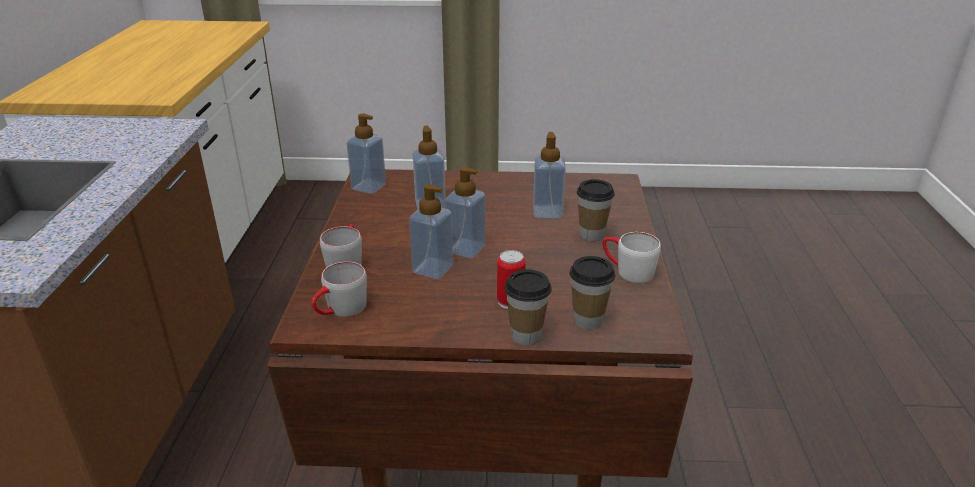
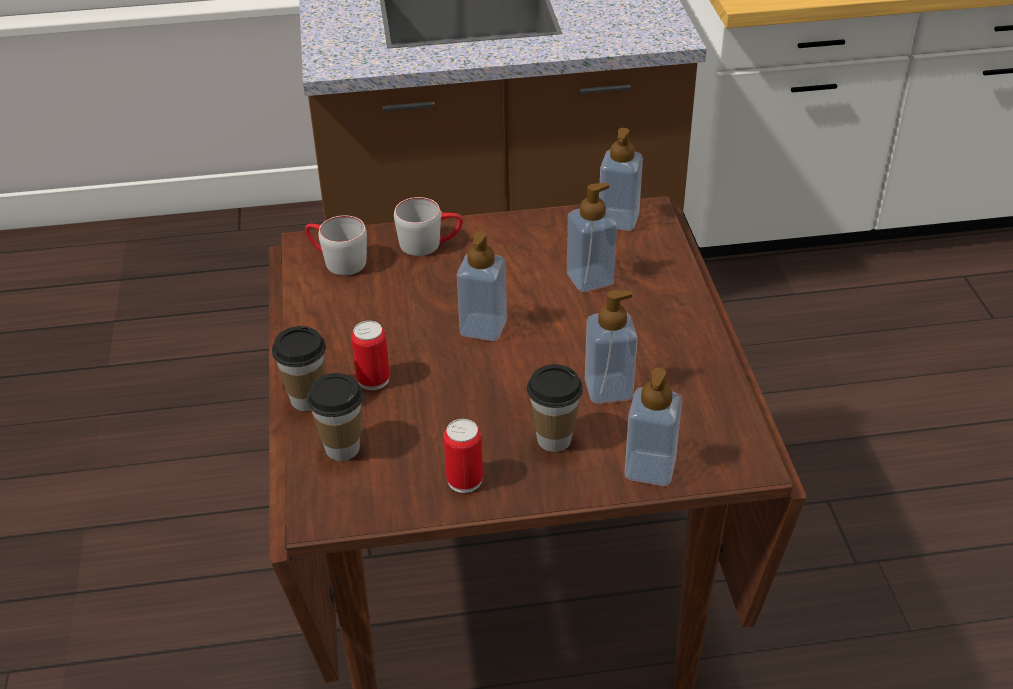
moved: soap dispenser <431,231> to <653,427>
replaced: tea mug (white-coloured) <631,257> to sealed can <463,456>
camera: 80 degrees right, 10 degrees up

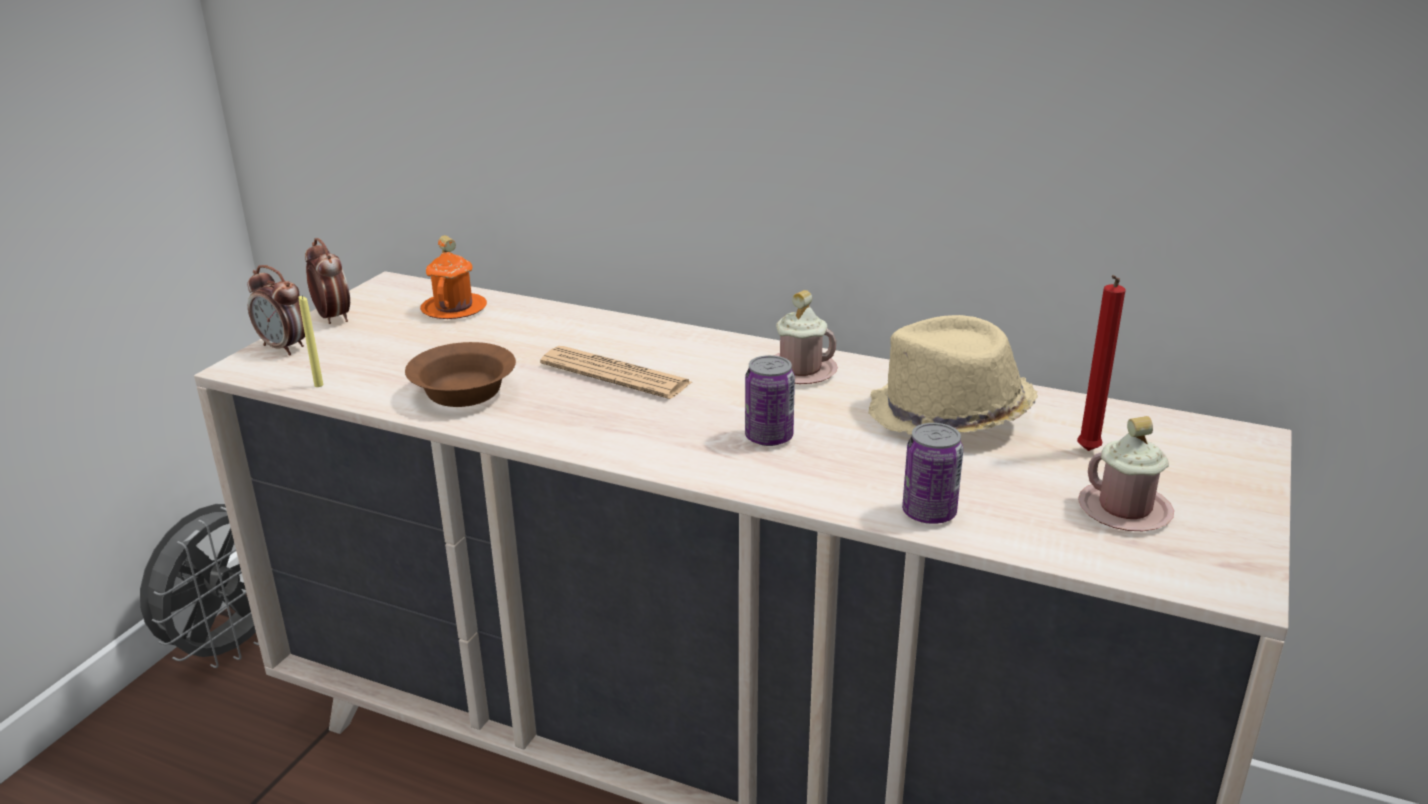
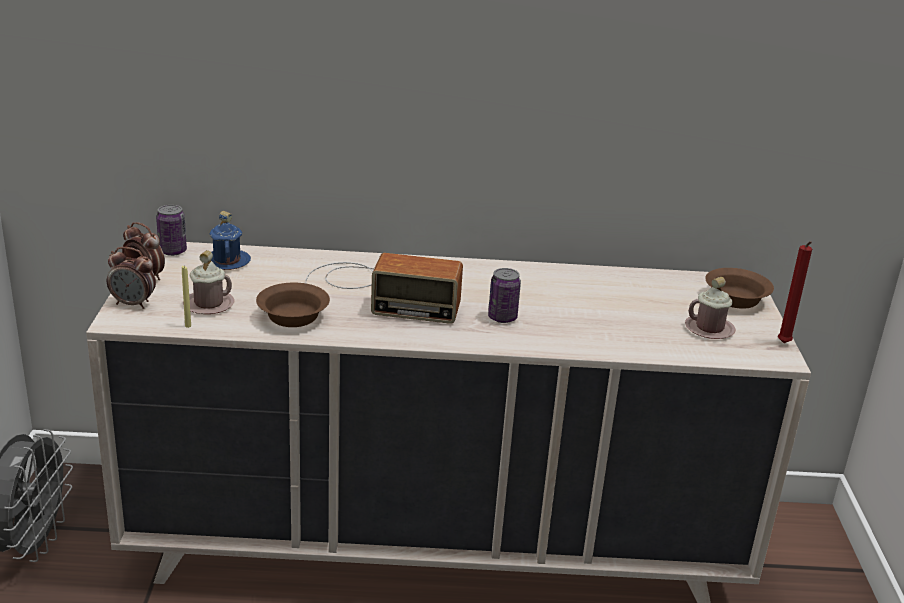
removed: hat (beige) <953,375>
added: deep dish (brown-coloured) <739,288>
moved: tea mug (pink) <805,337> to <208,282>; sealed can <932,473> to <171,230>; candle (reddish) <1101,363> to <795,292>
replaced: newspaper <616,372> to radio <384,288>
recoloured: tea mug (orange-coloured) <453,277> to tea mug (blue-coloured) <230,240>
camera: 25 degrees left, 0 degrees up

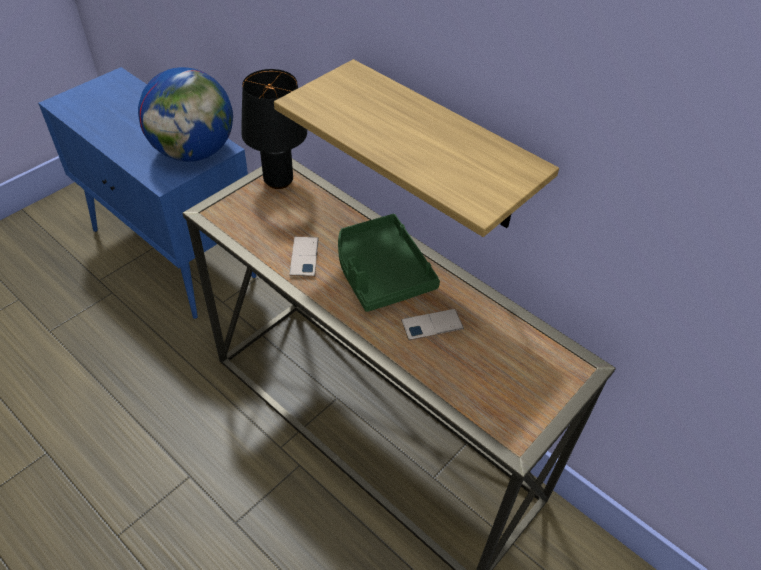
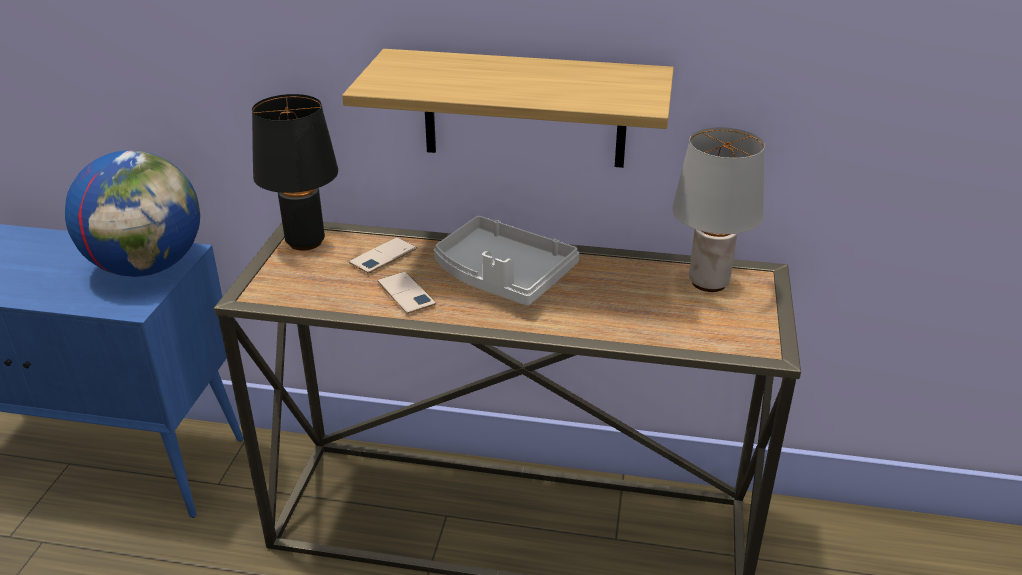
added: table lamp (grey) <718,209>
moved: telephone <432,325> to <383,255>
recoloured: serving tray (green) <389,263> to serving tray (grey) <507,261>
camera: 30 degrees left, 15 degrees down

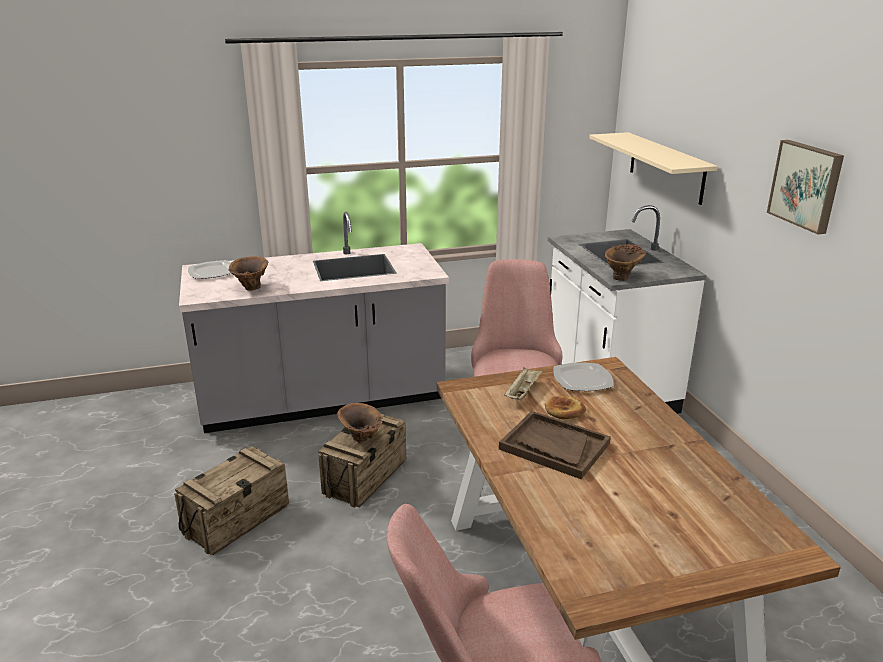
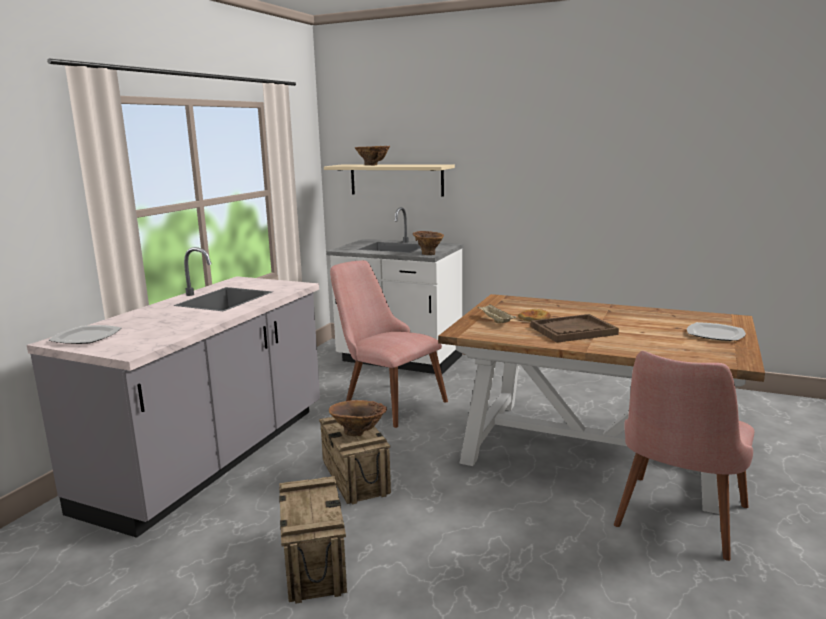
removed: picture <805,187>
moved: flower vase (brown-coloured) <248,273> to <372,155>; plate <584,376> to <716,331>
camera: 50 degrees left, 10 degrees down

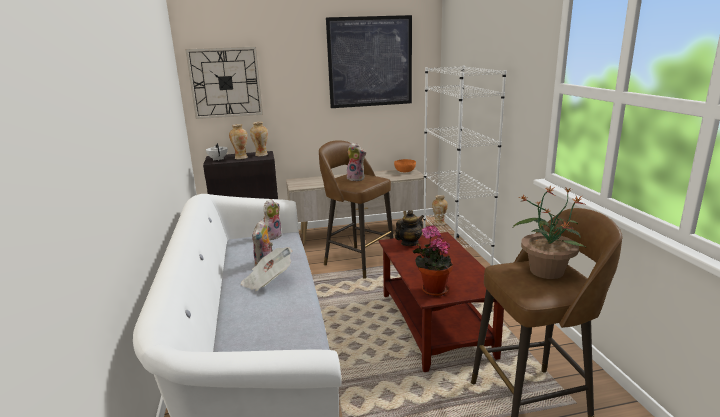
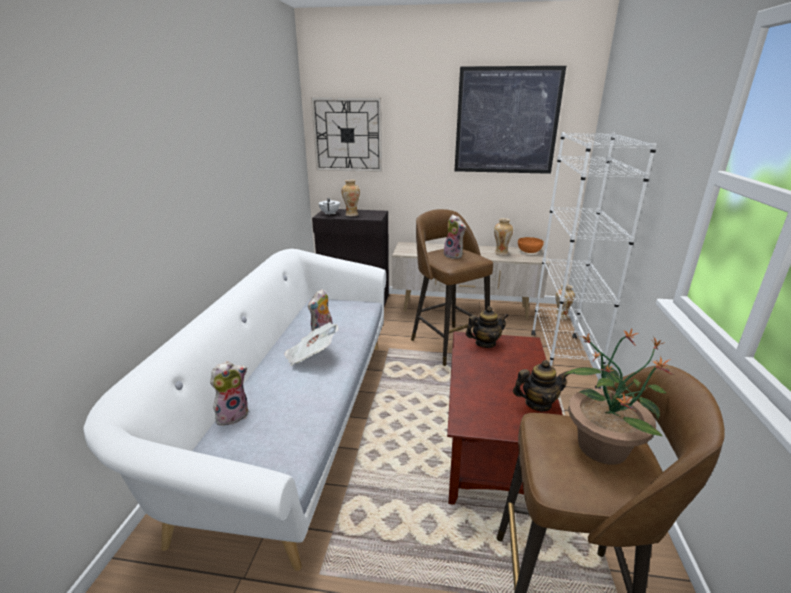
removed: houseplant <433,261>
added: teapot <541,386>
moved: flower vase <259,139> to <503,237>; plush toy <272,219> to <229,393>
camera: 20 degrees right, 5 degrees up

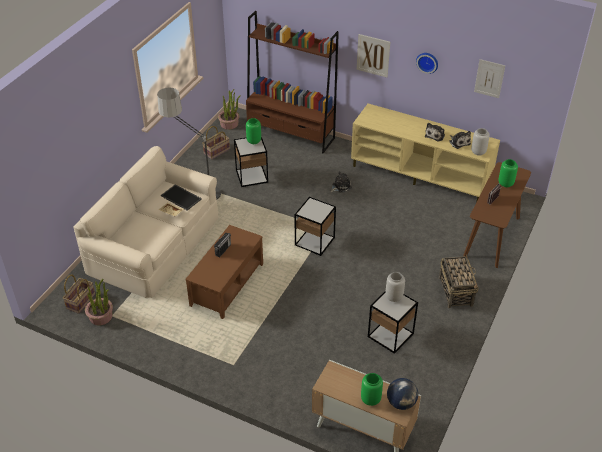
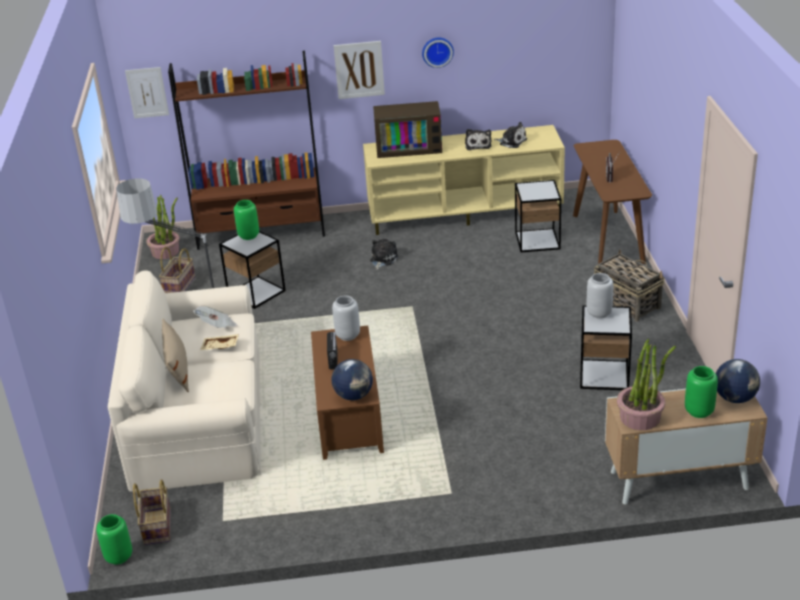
added: cushion (beige) <175,355>; world globe <352,379>; TV <407,129>
moved: houseplant <99,302> to <646,384>; accent table <315,226> to <538,216>; flower vase (grey) <480,142> to <346,318>; picture <489,78> to <147,93>; flower vase (green) <508,173> to <114,539>
replaced: serving tray <181,197> to newspaper <215,317>
camera: 30 degrees left, 10 degrees down

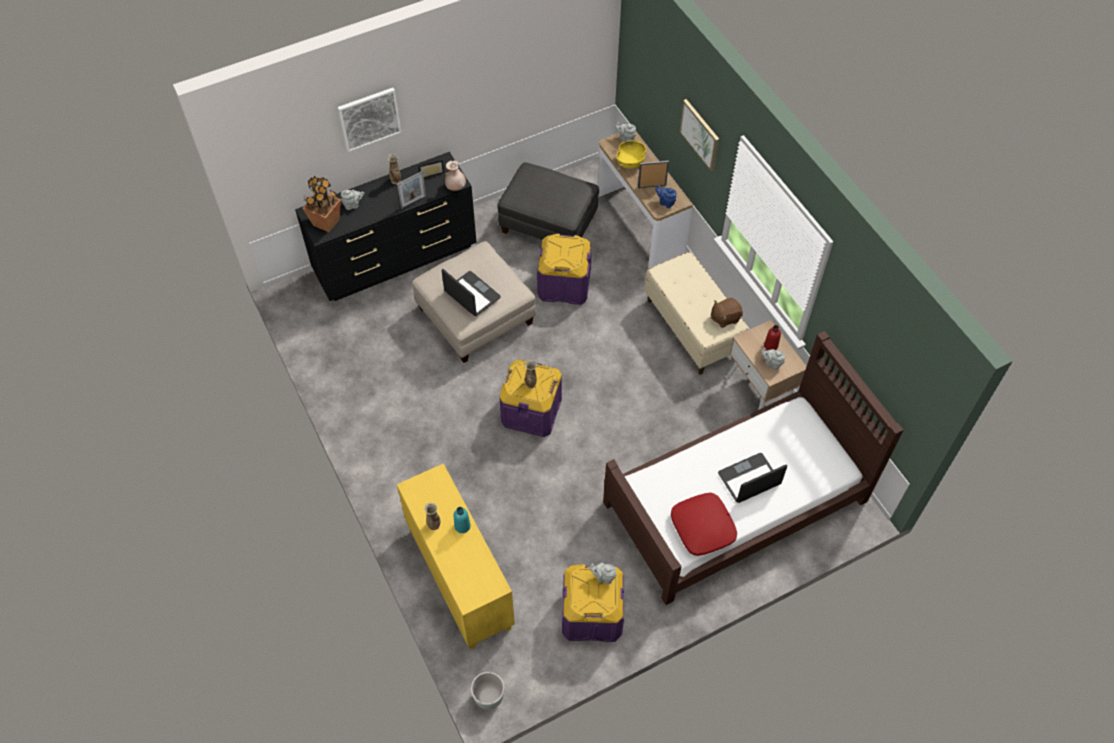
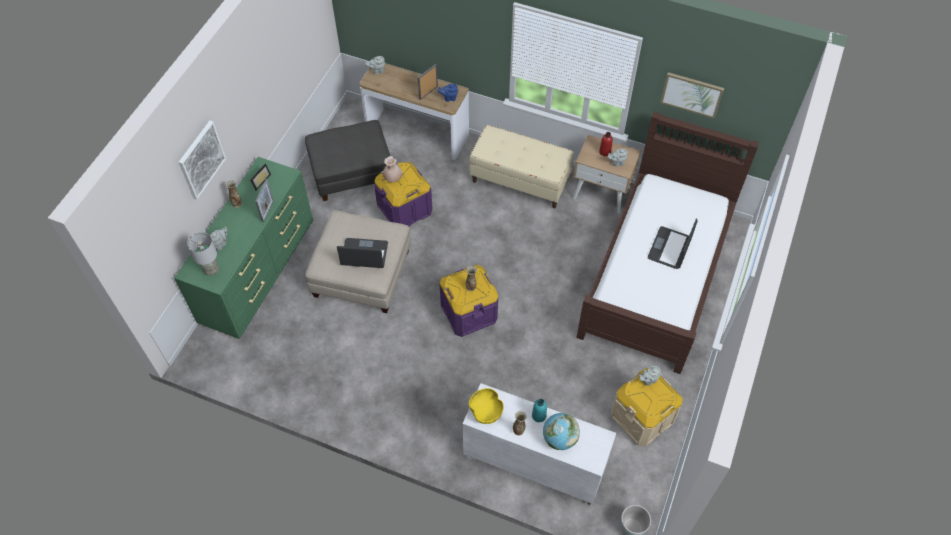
removed: cushion (reddish) <704,524>; plush toy (brown-coloured) <726,313>
added: world globe <561,431>
moved: flower vase (beige) <455,175> to <392,169>; deep dish (yellow-coloured) <631,155> to <486,406>; picture <699,135> to <692,95>
replaced: houseplant <321,204> to table lamp (grey) <203,254>
recoloured: drawer chest (blackish) <386,226> to drawer chest (green) <243,248>; cupboard (yellow-coloured) <456,556> to cupboard (white-coloured) <539,444>; storage container (purplish) <593,603> to storage container (beige) <647,407>
camera: 40 degrees left, 0 degrees up

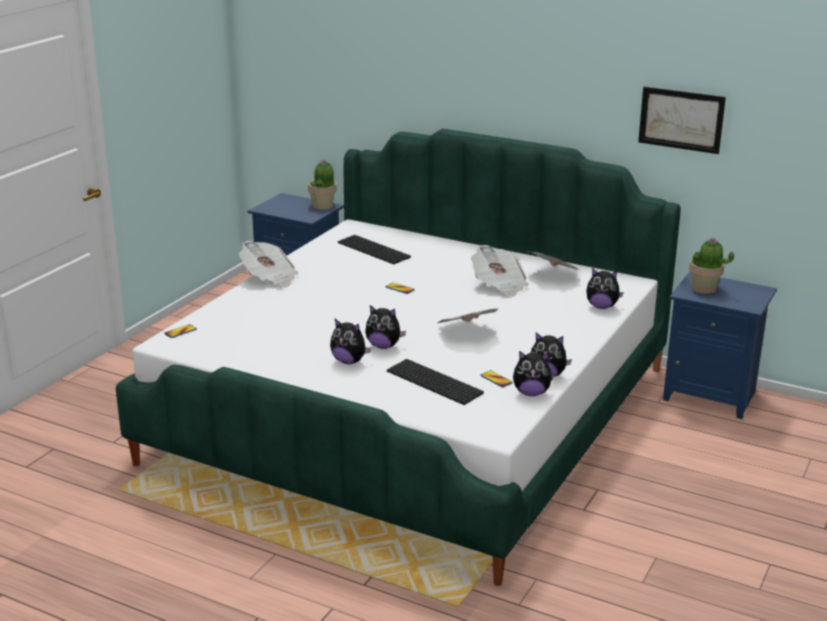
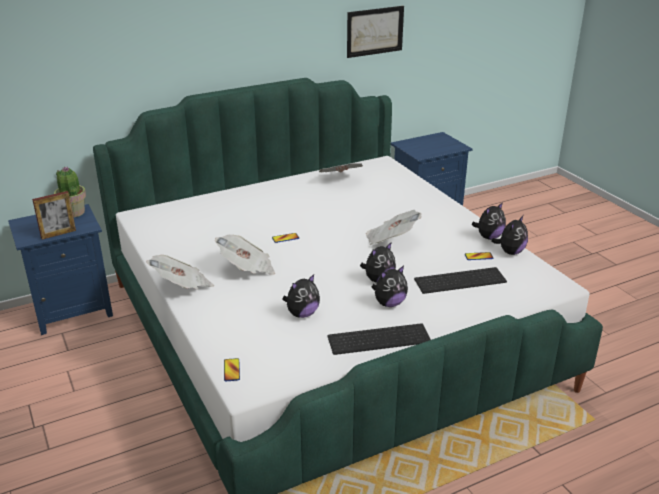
removed: houseplant <711,266>
added: standing frame <54,215>
moved: keyboard <374,249> to <379,339>; newspaper <500,271> to <245,255>; plush toy <605,288> to <301,296>
camera: 55 degrees left, 5 degrees up

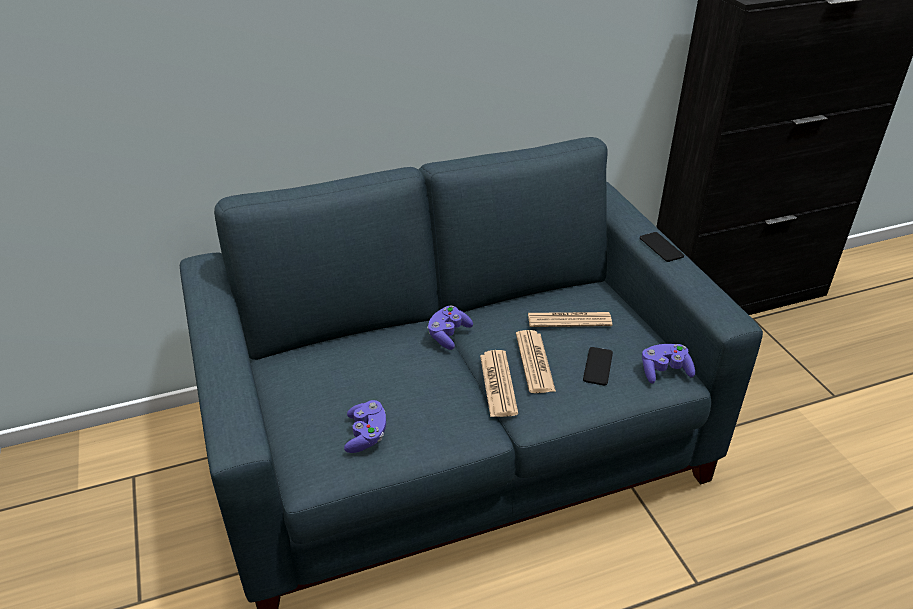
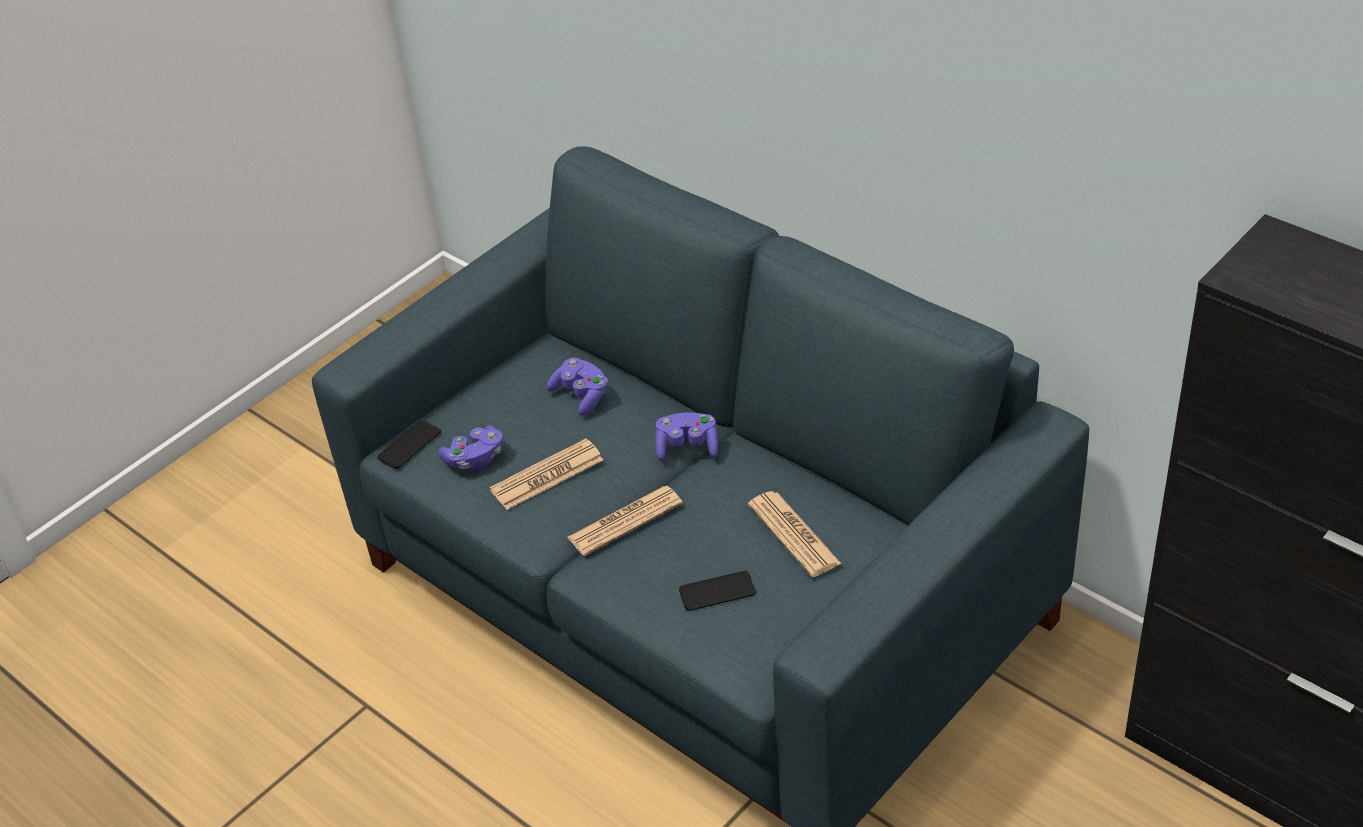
moved: newspaper <536,361> to <546,474>; telephone <662,247> to <409,444>; game controller (purplish) <668,364> to <577,387>
camera: 65 degrees right, 5 degrees up

